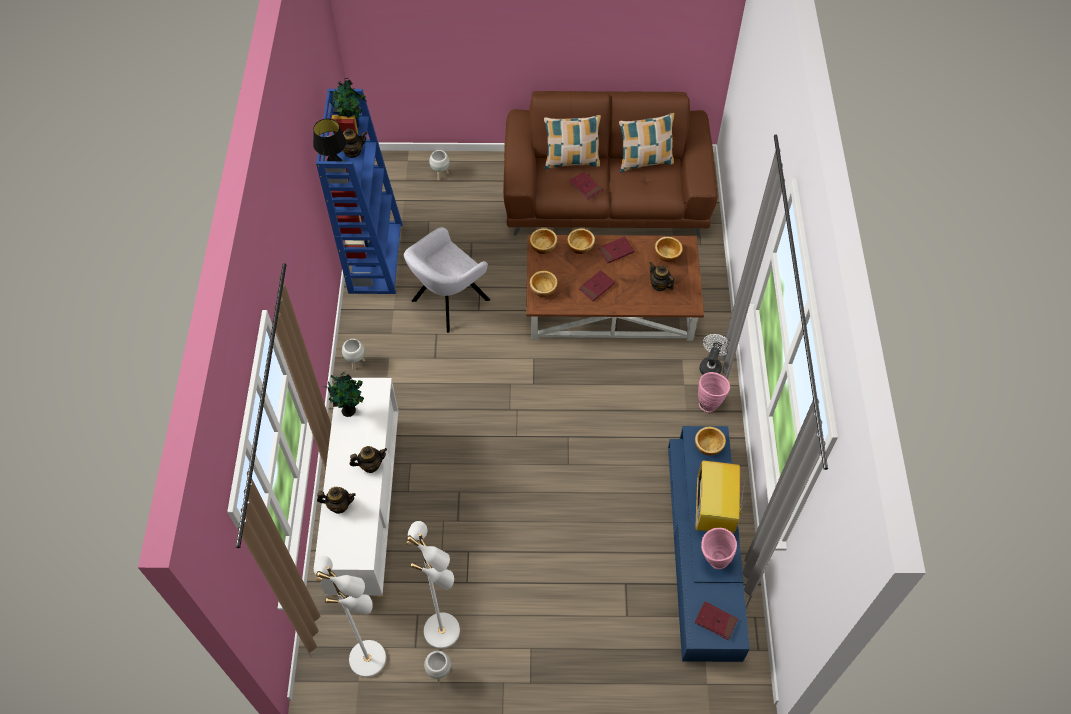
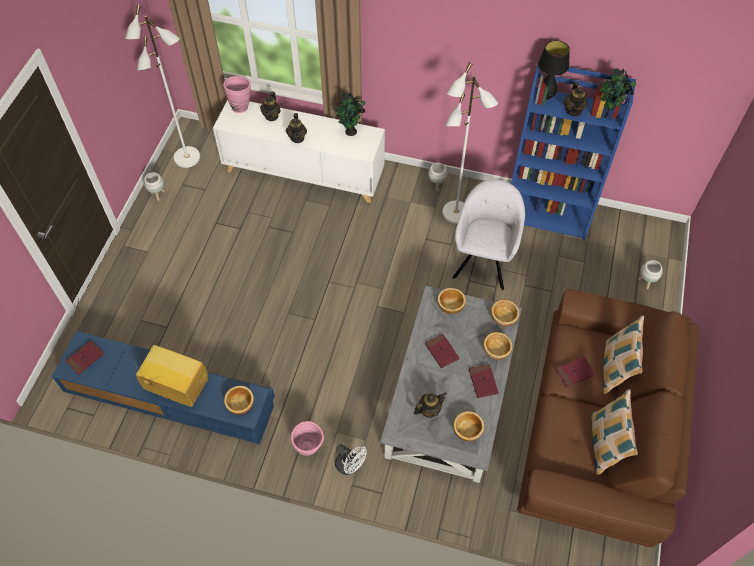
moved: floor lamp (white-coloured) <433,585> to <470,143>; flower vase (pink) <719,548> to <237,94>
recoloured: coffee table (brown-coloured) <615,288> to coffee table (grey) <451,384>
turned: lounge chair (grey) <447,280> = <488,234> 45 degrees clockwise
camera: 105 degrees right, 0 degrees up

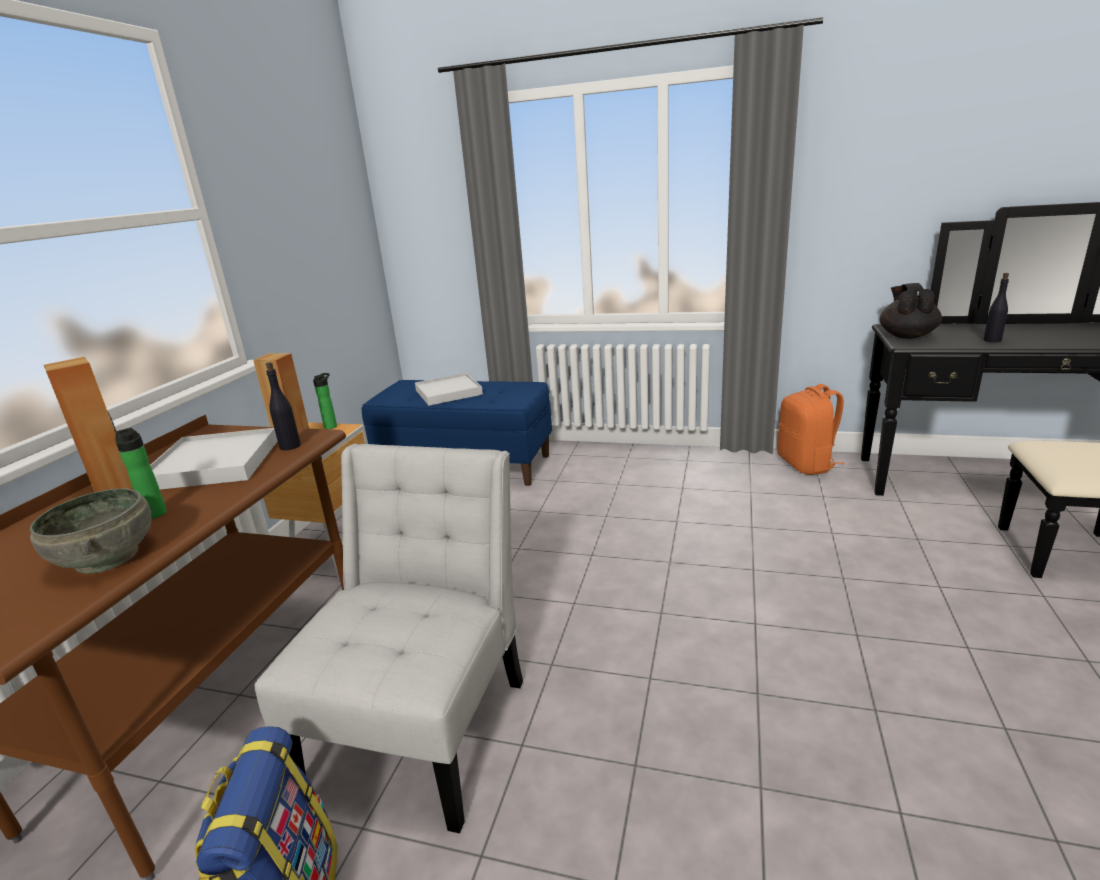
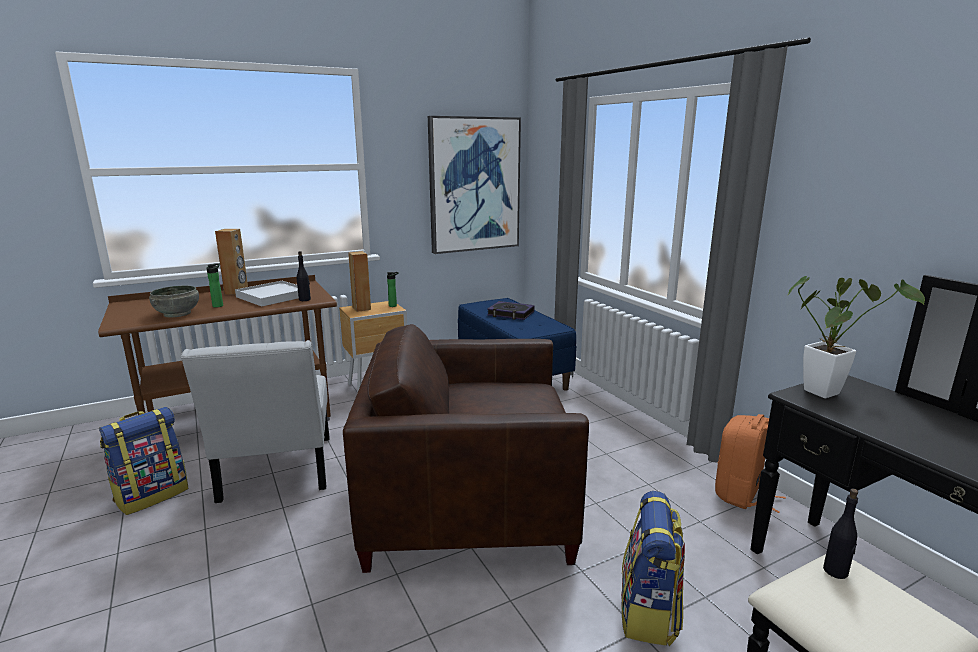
added: lounge chair (brown-coloured) <466,448>; picture <474,185>; knapsack <653,568>
moved: drink bottle (blackish) <996,307> to <840,534>
replaced: serving tray (white-coloured) <449,389> to volume <510,310>; teapot (blackish) <910,311> to houseplant <856,337>
turned: chair (white-coloured) <389,638> = <255,421> 105 degrees clockwise
camera: 45 degrees right, 5 degrees down

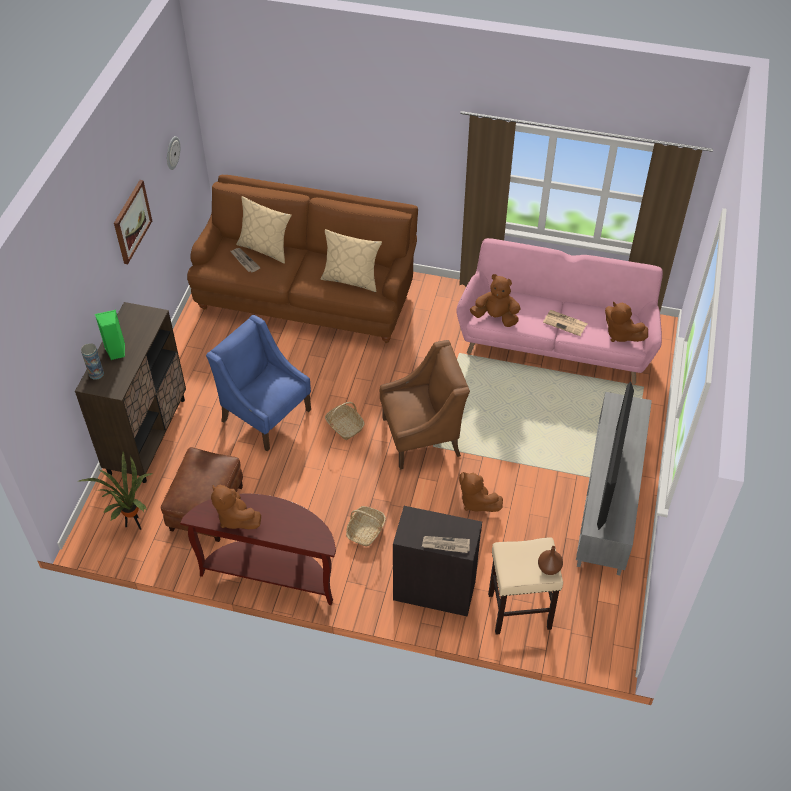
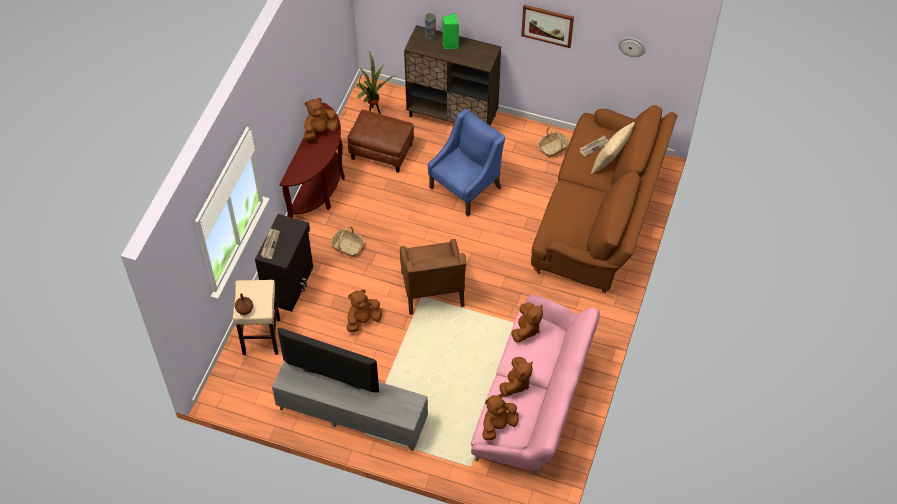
removed: cushion (beige) <351,260>
moved: basket <345,421> to <554,142>
replaced: newspaper <565,323> to plush toy (brown-coloured) <516,377>
camera: 95 degrees right, 5 degrees up

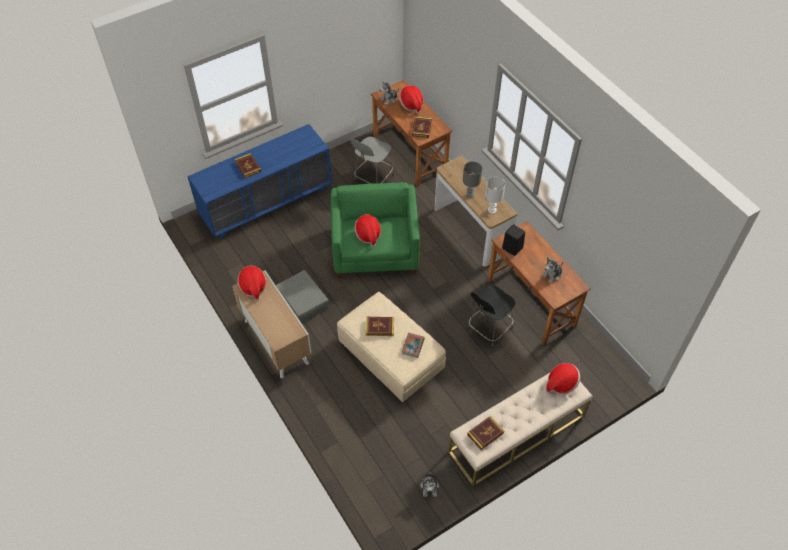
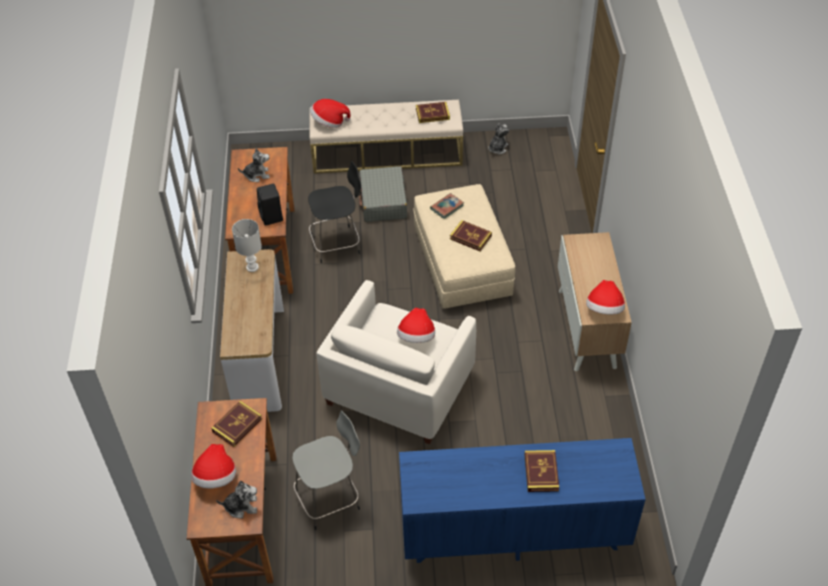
removed: table lamp (grey) <472,180>
moved: travel case (grey) <302,297> to <382,194>
recoloured: lounge chair (green) <375,230> to lounge chair (white-coloured) <396,362>
camera: 150 degrees left, 5 degrees down

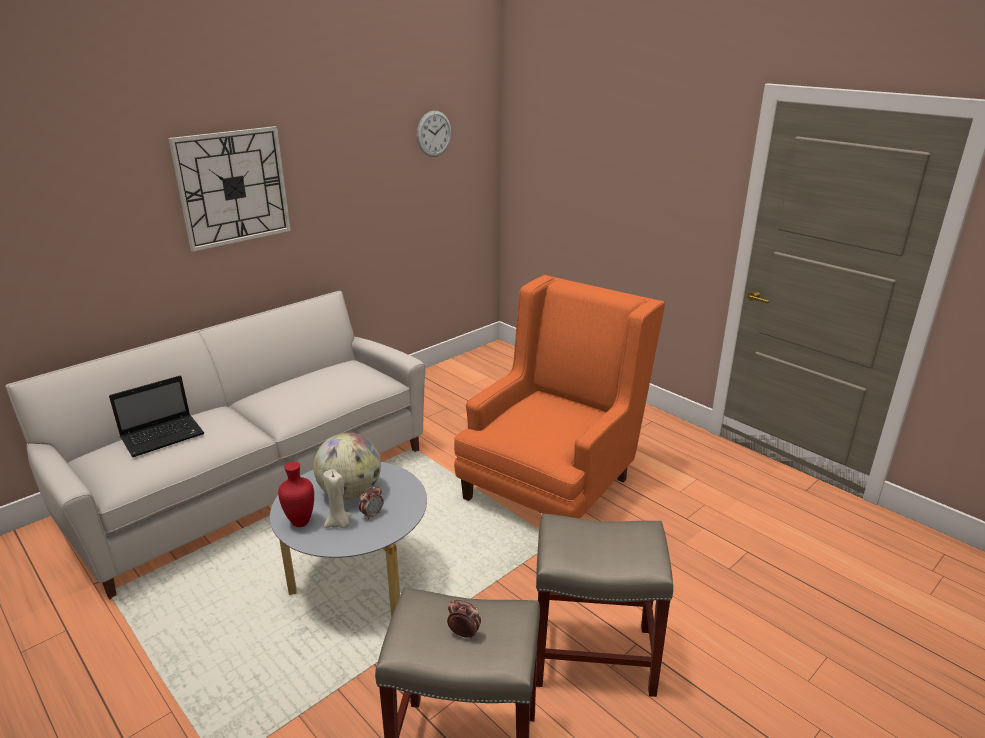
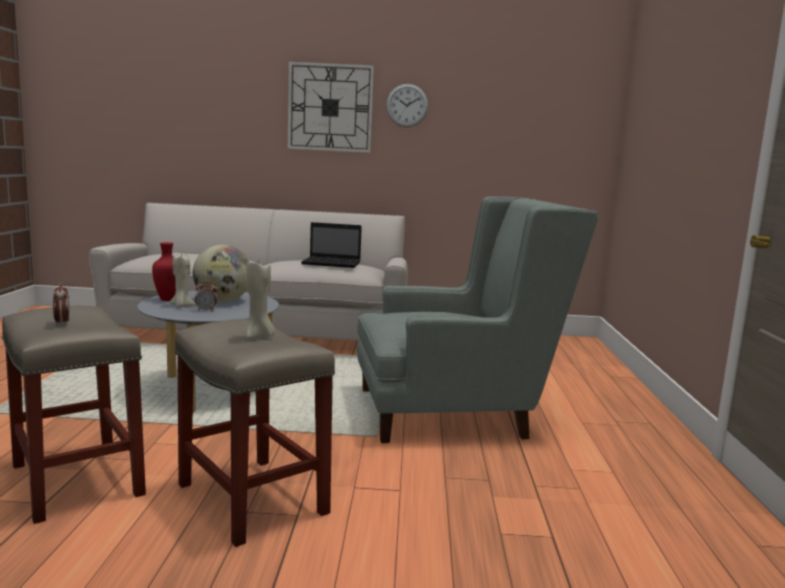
added: candle (beige) <260,300>
moved: portable computer <156,416> to <331,245>; hanging clock <434,134> to <407,105>
recoloured: lounge chair (orange-coloured) <559,397> to lounge chair (grey) <477,320>
camera: 45 degrees right, 15 degrees down

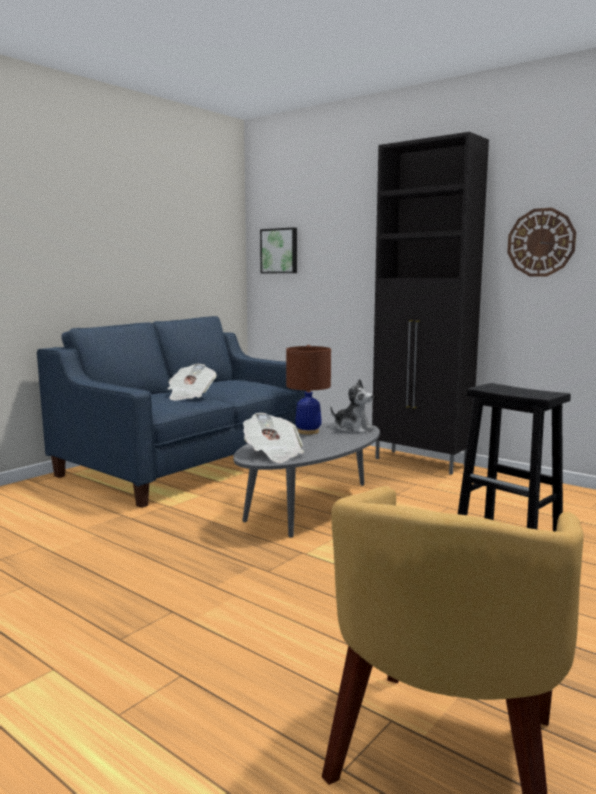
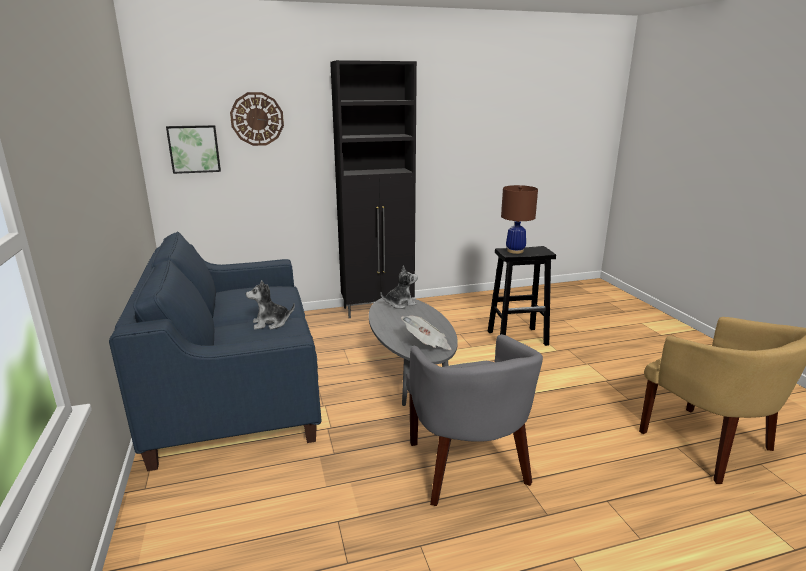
added: lounge chair (grey) <474,420>
moved: table lamp (brown-coloured) <308,390> to <519,219>; hanging clock <541,242> to <257,119>
replaced: newspaper <192,382> to plush toy <270,305>
camera: 55 degrees left, 10 degrees up

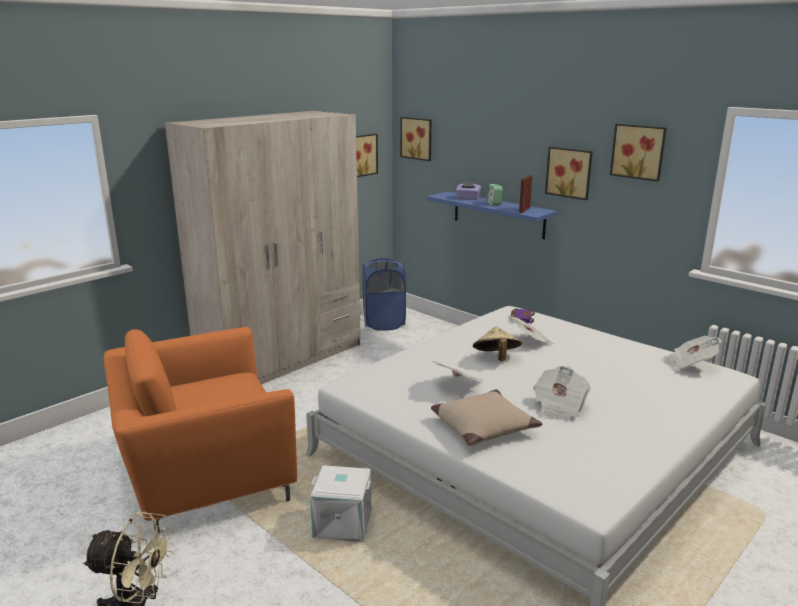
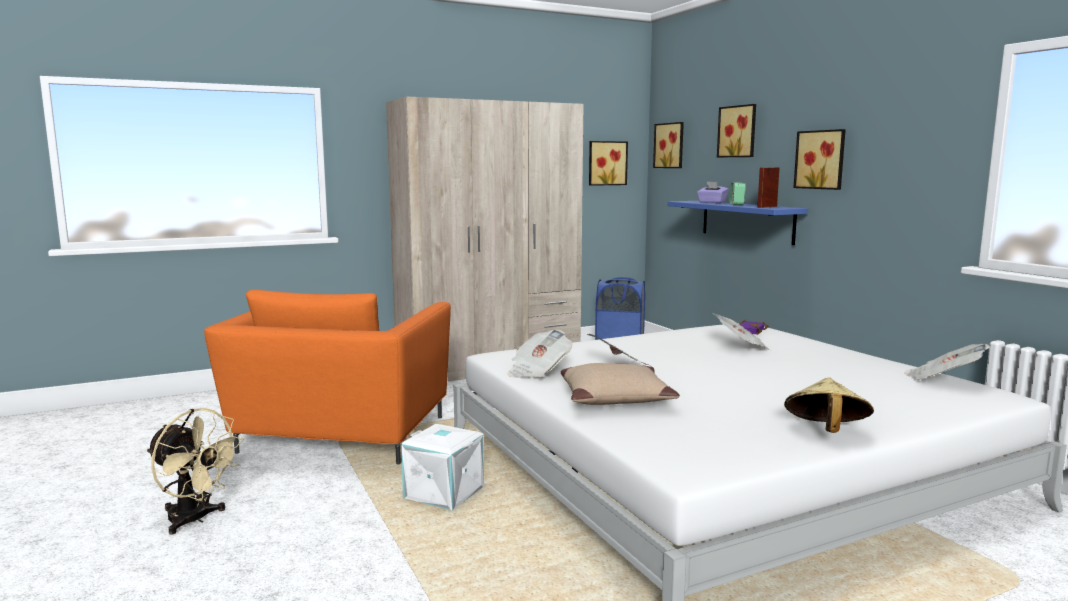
moved: hat (beige) <497,343> to <829,405>; newspaper <561,392> to <539,353>; picture <638,153> to <736,130>
turned: lounge chair (orange-coloured) <200,431> = <327,377> 75 degrees counterclockwise
camera: 20 degrees right, 10 degrees down

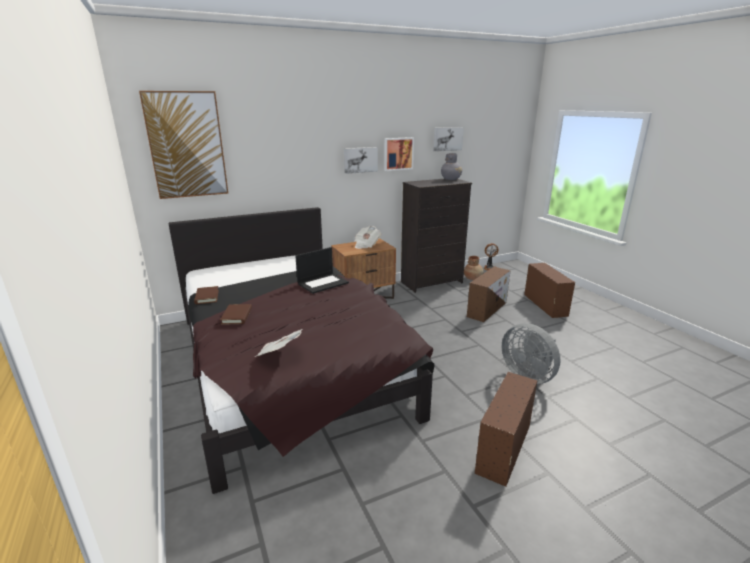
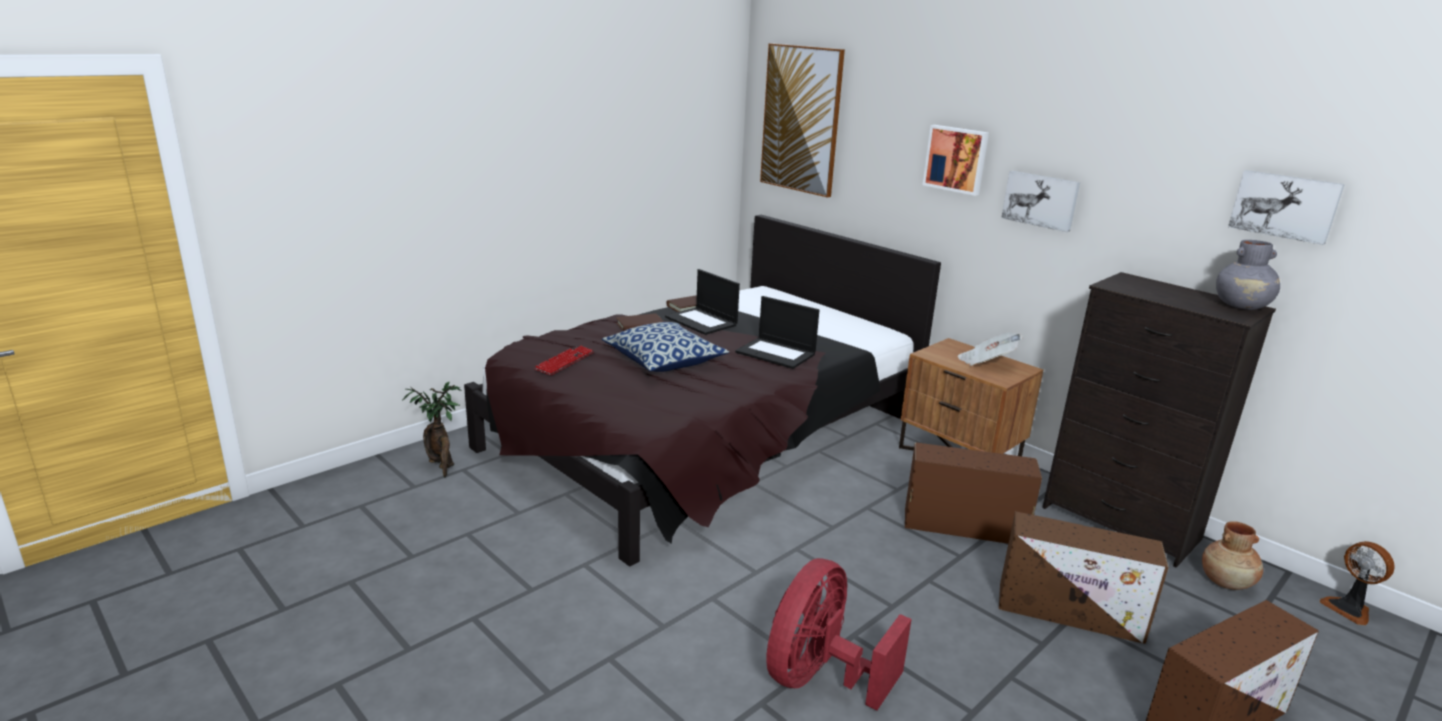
added: houseplant <432,429>; cushion <665,347>; portable computer <702,302>
moved: picture <399,154> to <955,160>; storage container (brown-coloured) <506,429> to <973,493>
replaced: newspaper <279,343> to keyboard <564,360>
recoloured: electric fan (grey) <531,353> to electric fan (reddish) <839,634>
camera: 70 degrees right, 0 degrees up

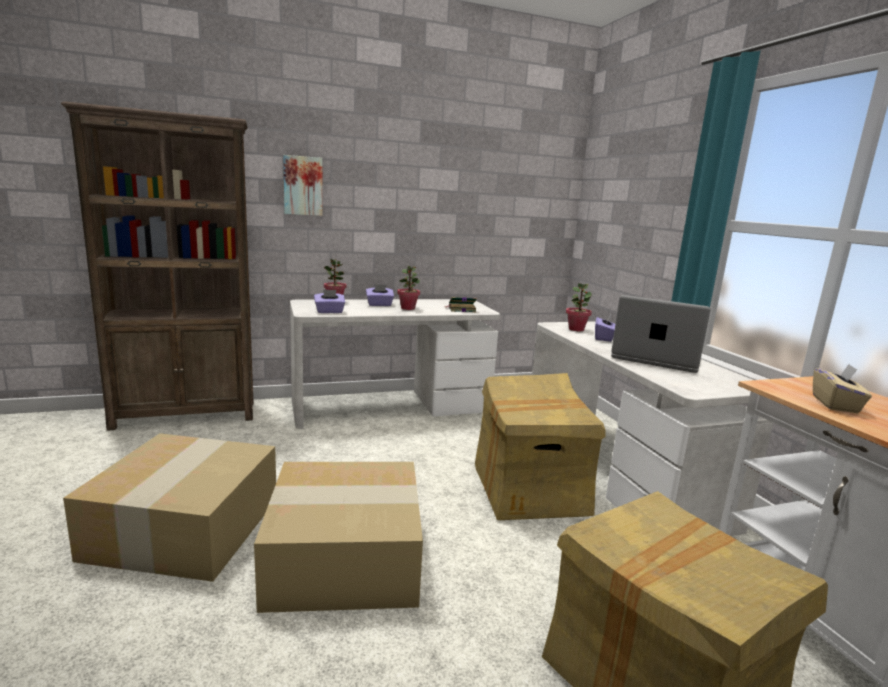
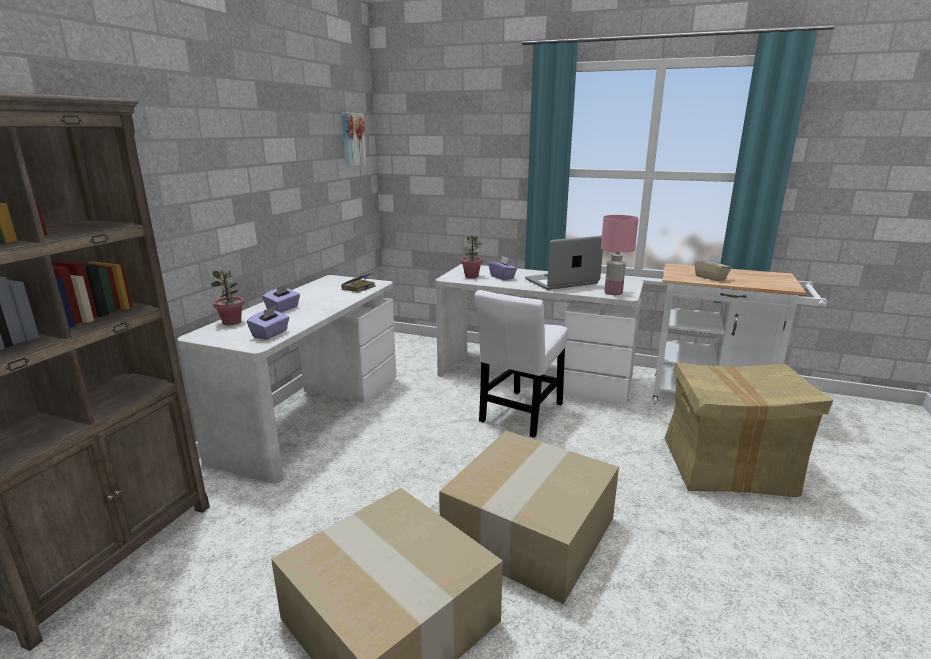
removed: houseplant <408,288>
added: table lamp (pink) <620,255>
moved: picture <302,185> to <354,139>
replaced: cardboard box <540,446> to chair (white-coloured) <521,364>
camera: 50 degrees left, 5 degrees up

